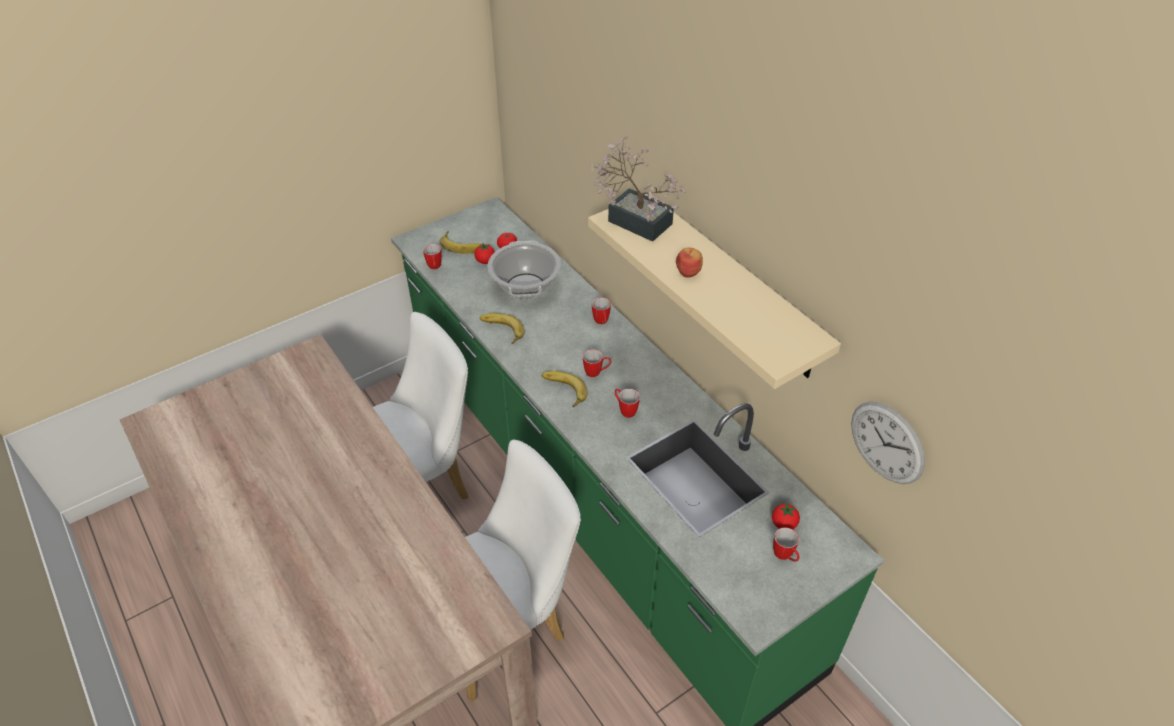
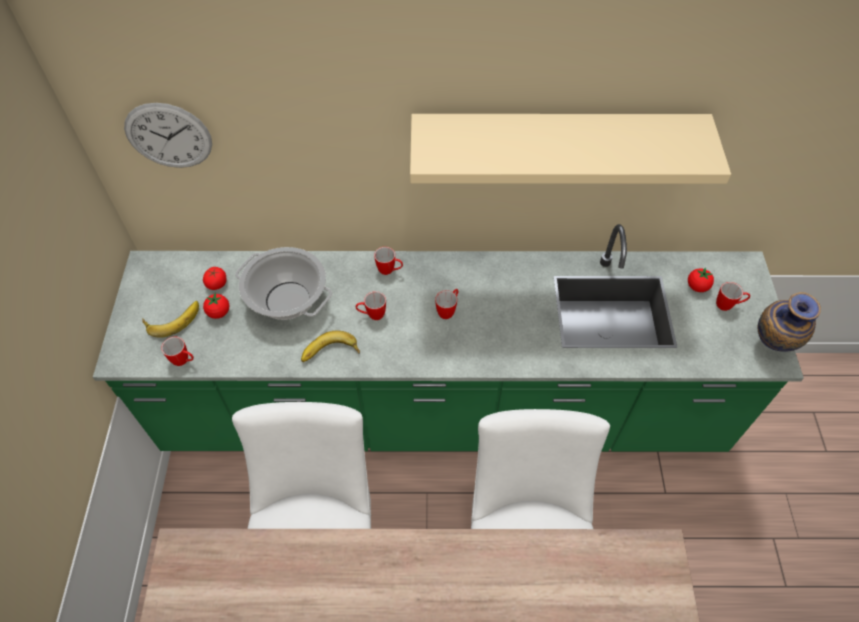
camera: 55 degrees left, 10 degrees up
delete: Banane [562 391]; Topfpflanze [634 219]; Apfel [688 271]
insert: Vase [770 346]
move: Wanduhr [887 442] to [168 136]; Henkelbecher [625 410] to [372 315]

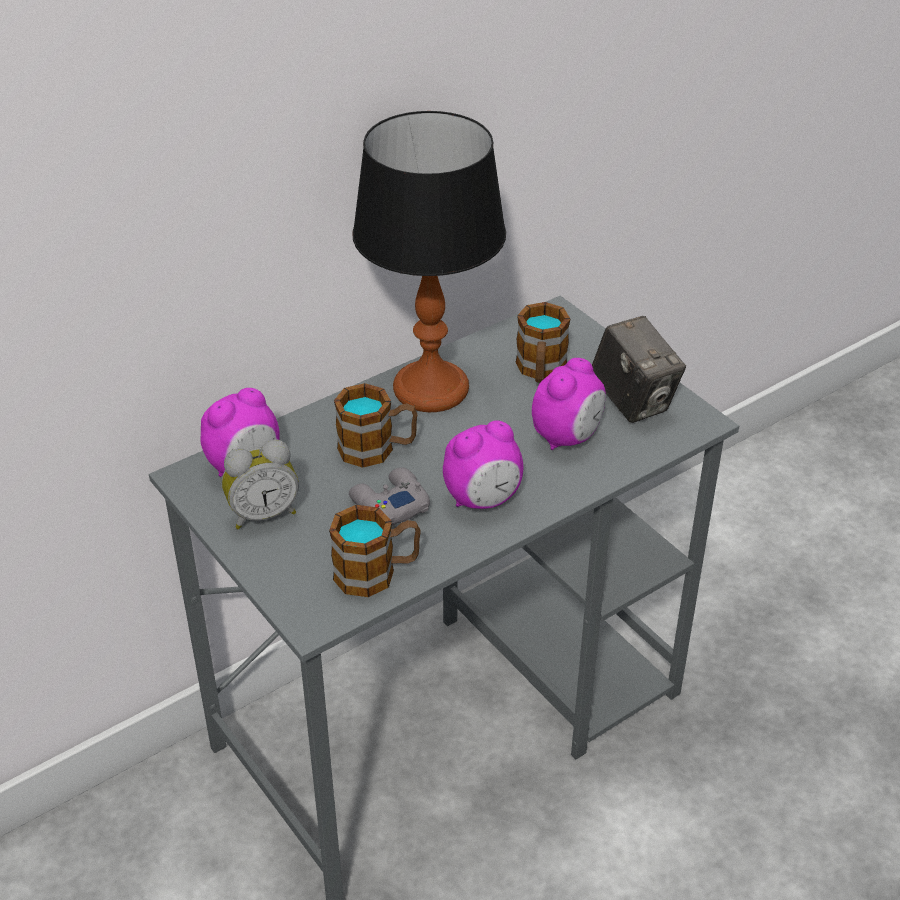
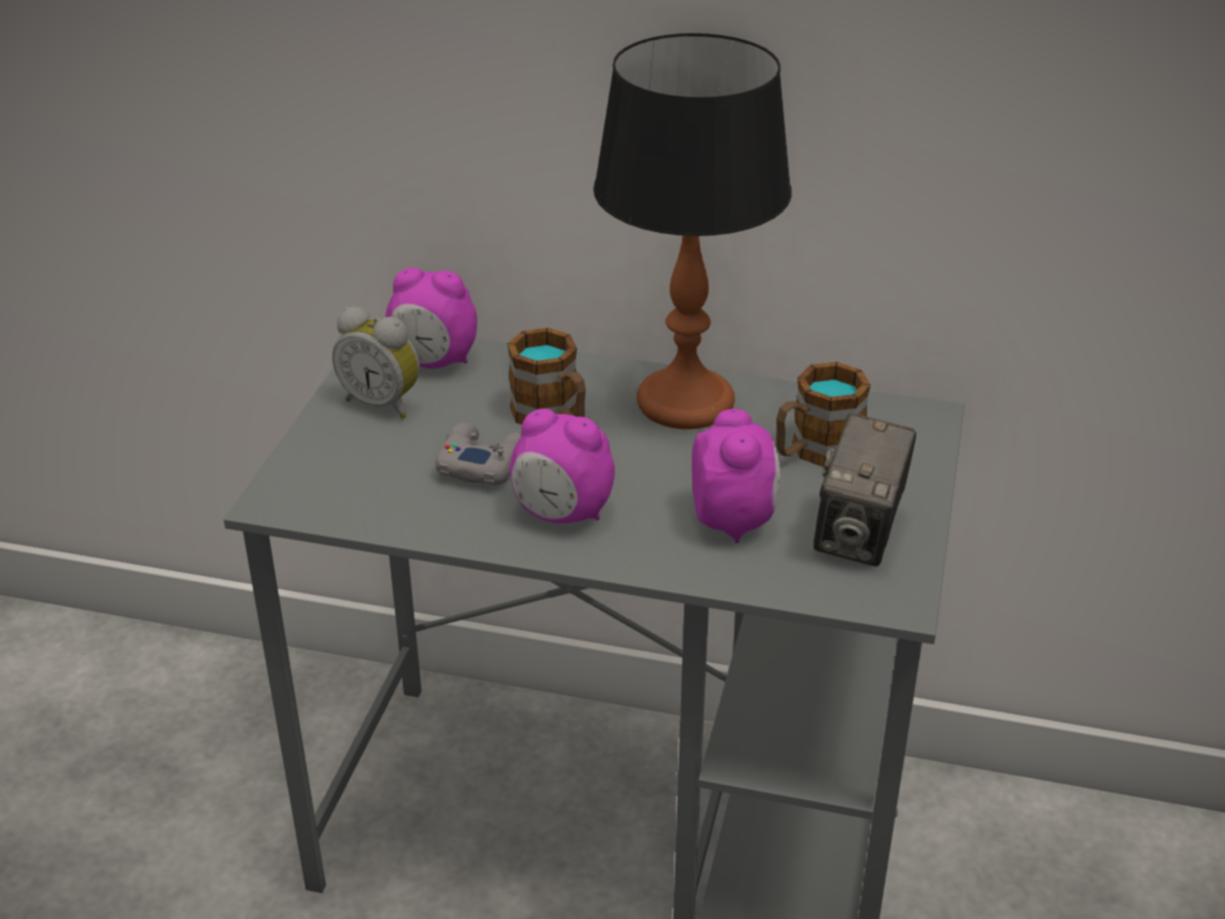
camera: 50 degrees right, 5 degrees down
delete: Henkelbecher [377 573]
rotate: Wecker [567 437] = [733 520] 90 degrees counterclockwise

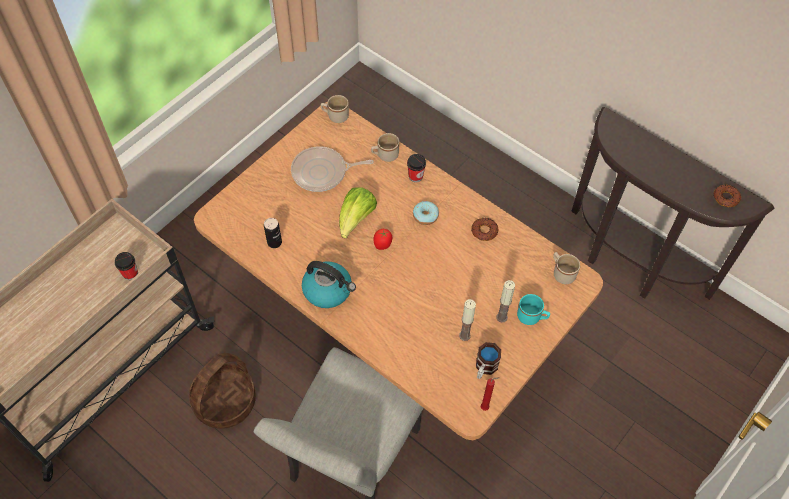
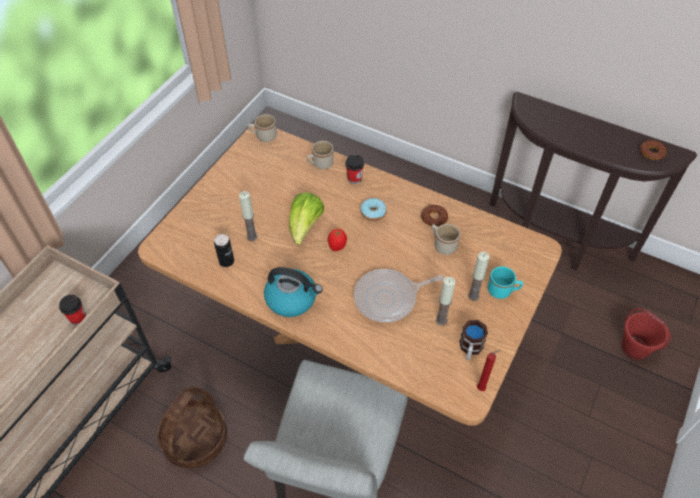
camera: 10 degrees left, 5 degrees down
insert: Kerze [252 236]; Eimer [rot] [635 347]
move: Pfanne [322 172] to [388 298]; Henkelbecher [beige] [561 273] to [442 245]

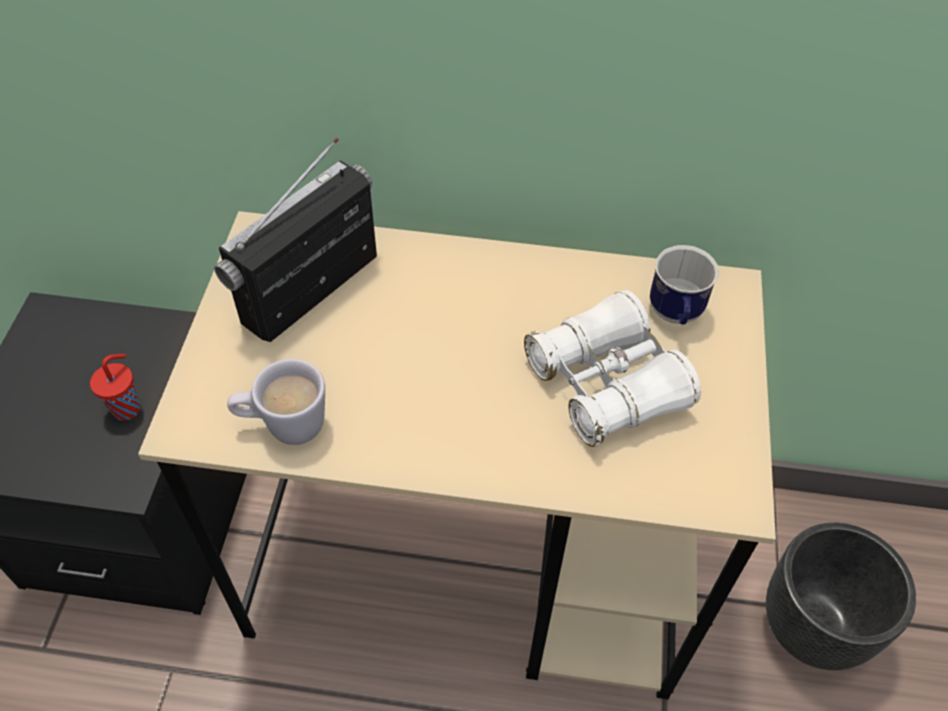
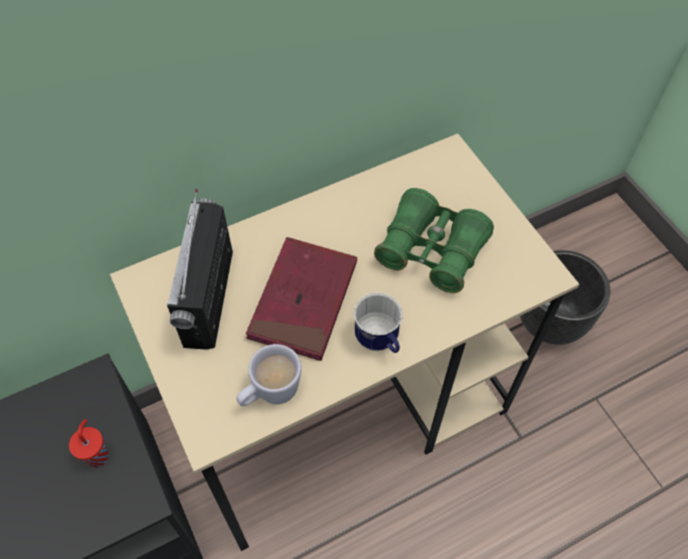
camera: 35 degrees left, 5 degrees up
insert: Buch [rot] [303 301]
move: Henkelbecher [675 316] to [379 342]
recolor: Fernglas [weiß] [606 384] to Fernglas [grün] [431 251]

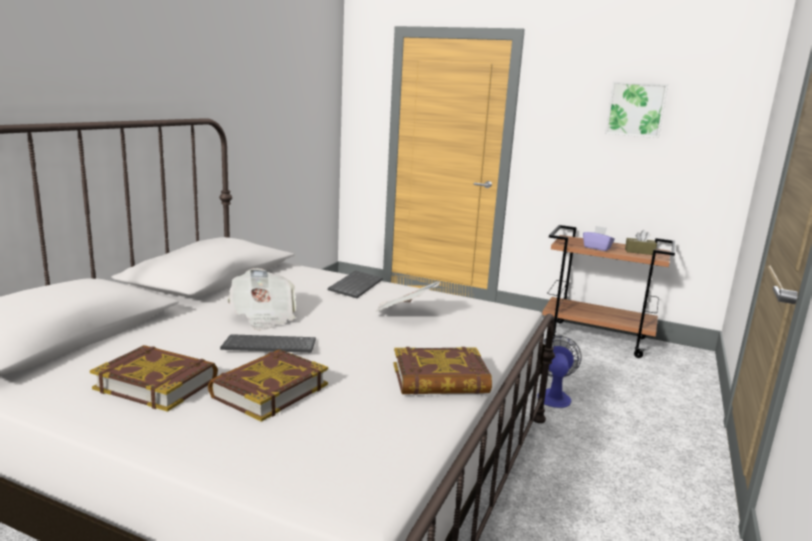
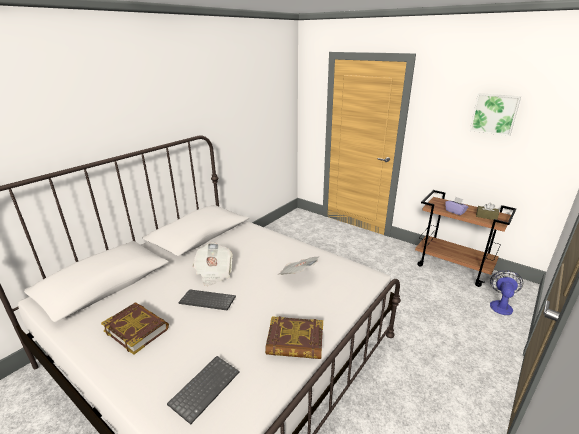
camera: 15 degrees right, 10 degrees up
delete: Buch [269 390]
move: Tastatur [355 285] to [205 387]; Ventilator [553 395] to [500 305]

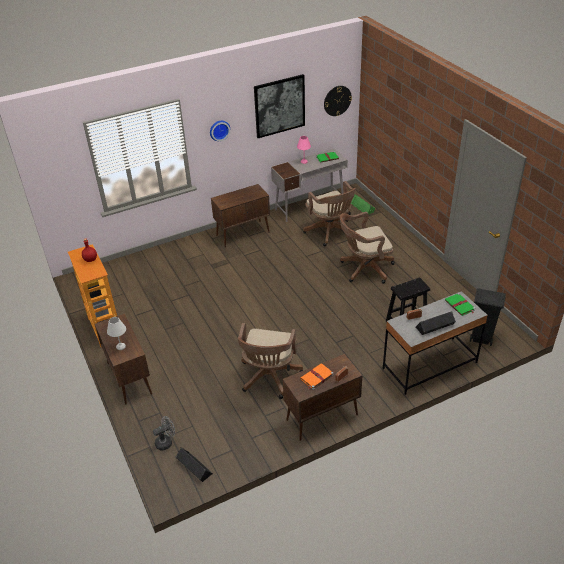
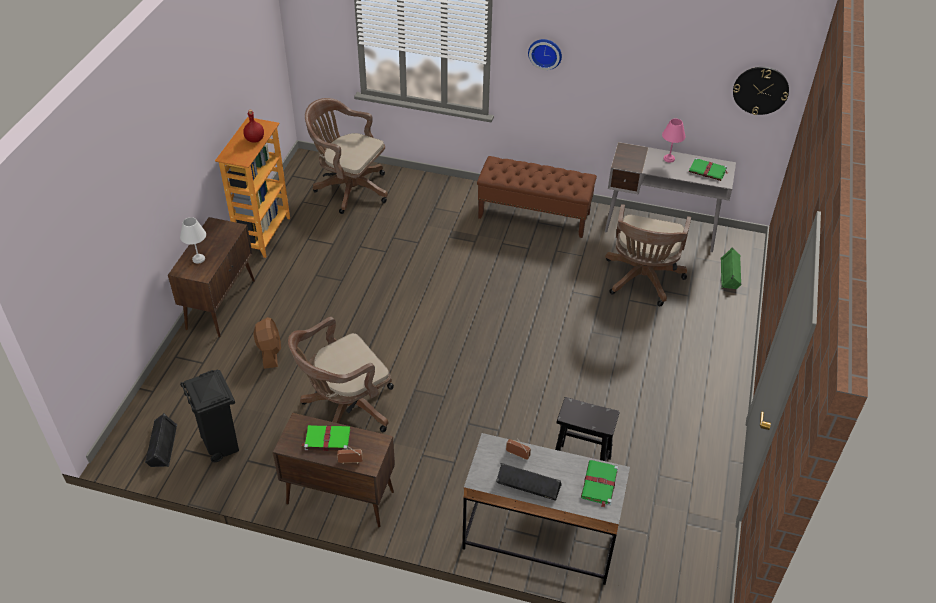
camera: 40 degrees right, 5 degrees up
delete: Ventilator [grau] [166 442]; Bild [279 106]
insert: Ventilator [braun] [270 352]
move: Mülleimer [schwarz] [480 338] to [221 445]; Bürostuhl [braun] [364 269] to [349 188]
replace: Schrank [braun] [243 233] to Bank [braun] [534 215]
recolor: Buch [orange] [316 377] to Buch [grün] [326 439]

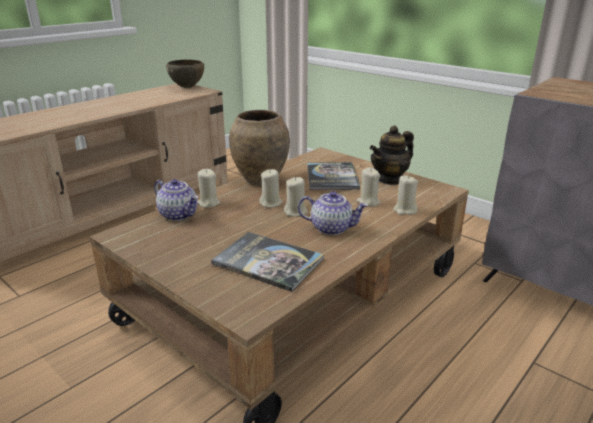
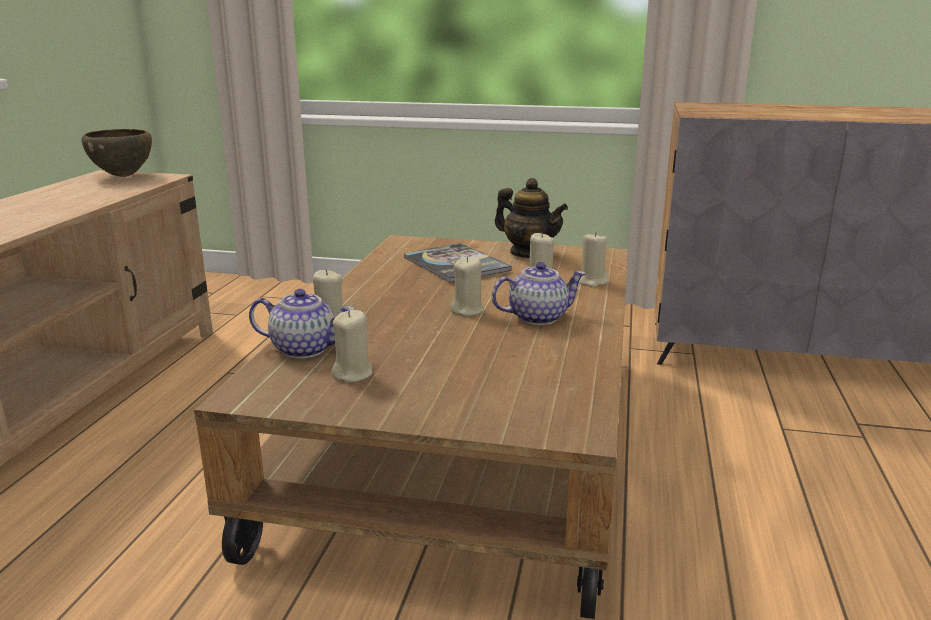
camera: 30 degrees left, 5 degrees down
delete: Buch [268 261]; Vase [braun] [260 180]
move: Kerze [beige] [271 203] to [353 374]
rotate: Teekanne [390 179] = [529 254] 75 degrees counterclockwise

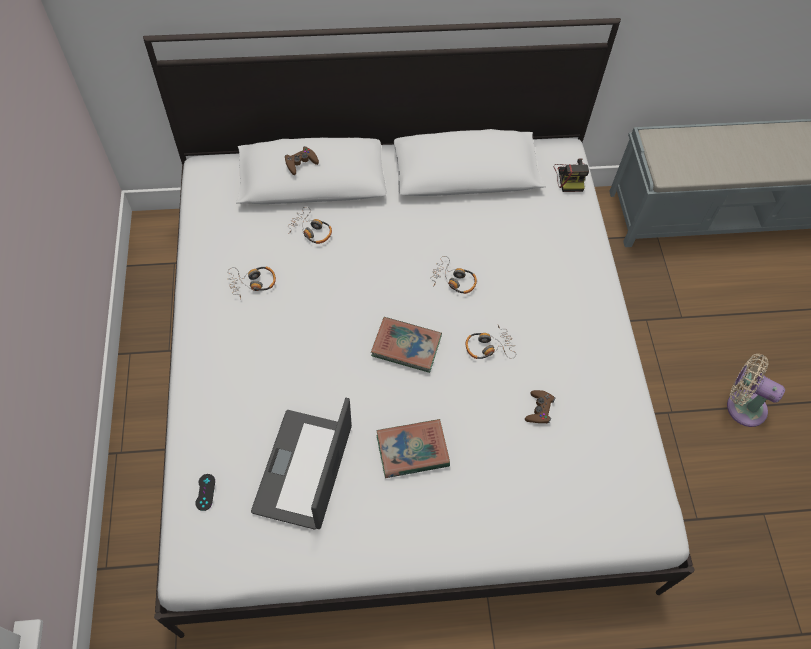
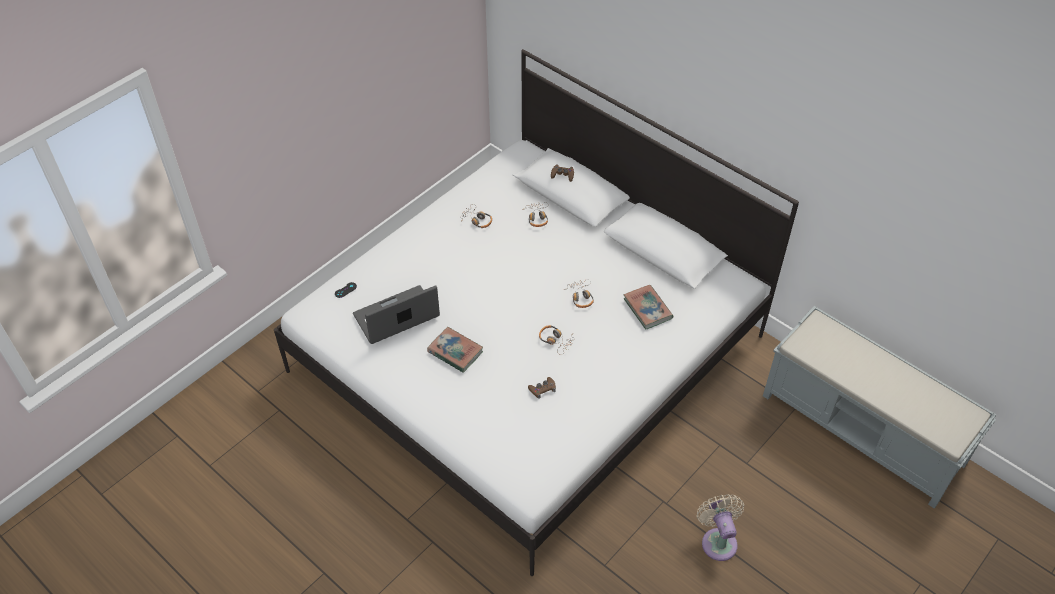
camera: 50 degrees right, 10 degrees down
delete: Kamera [570 177]
move: Buch [406 346] to [647 309]

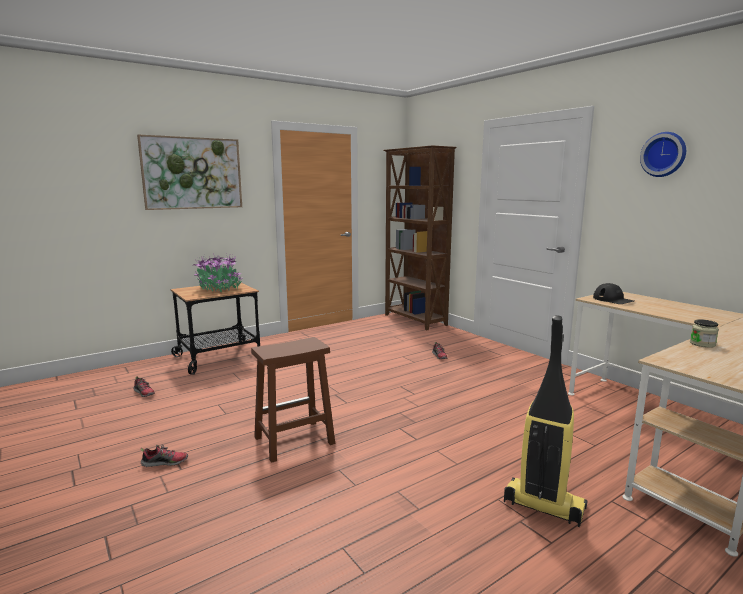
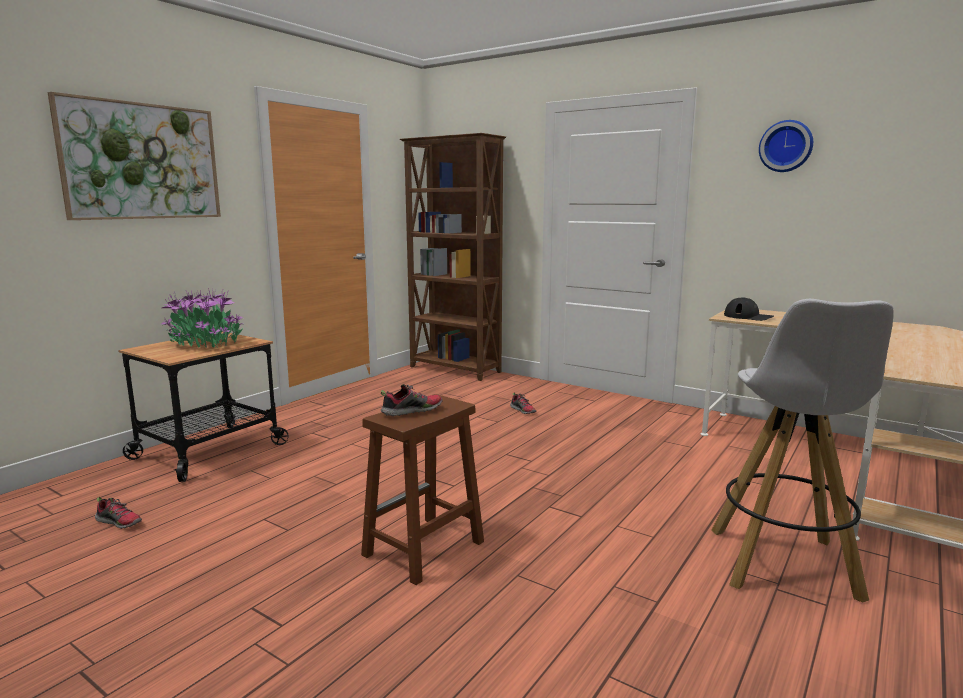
camera: 20 degrees left, 0 degrees up
delete: Vorratsglas [702 344]
move: Schuh [165 462] to [412 411]
replace: Staubsauger [542 505] to Hocker [weiß] [783 565]

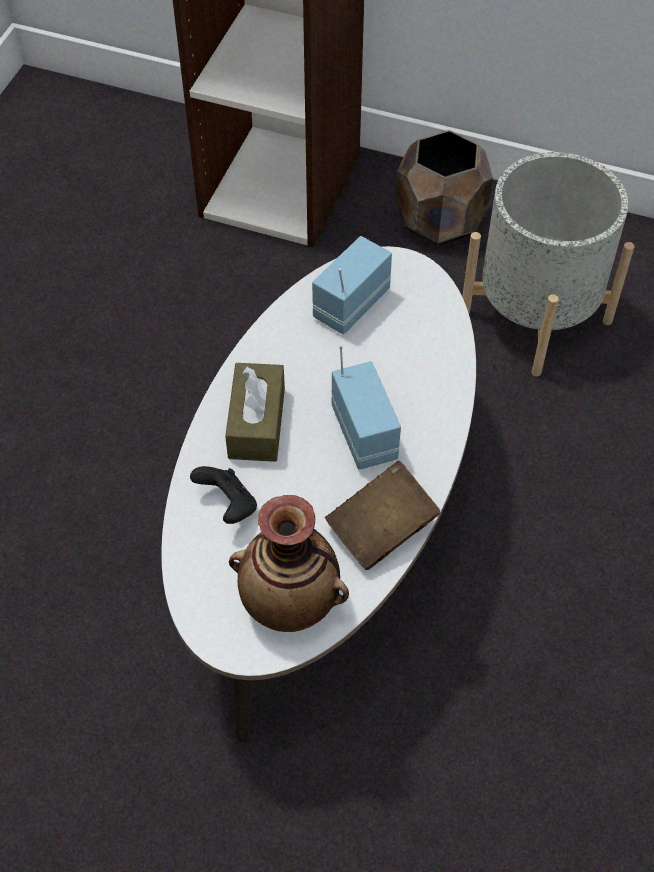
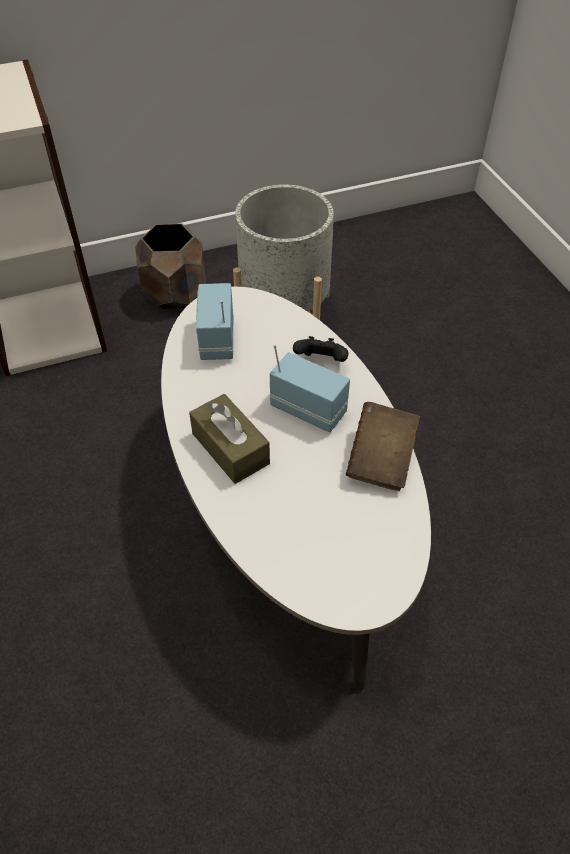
camera: 40 degrees left, 5 degrees down
delete: Vase [290 602]
move: Gamepad [schwarz] [228 505] to [321 362]

